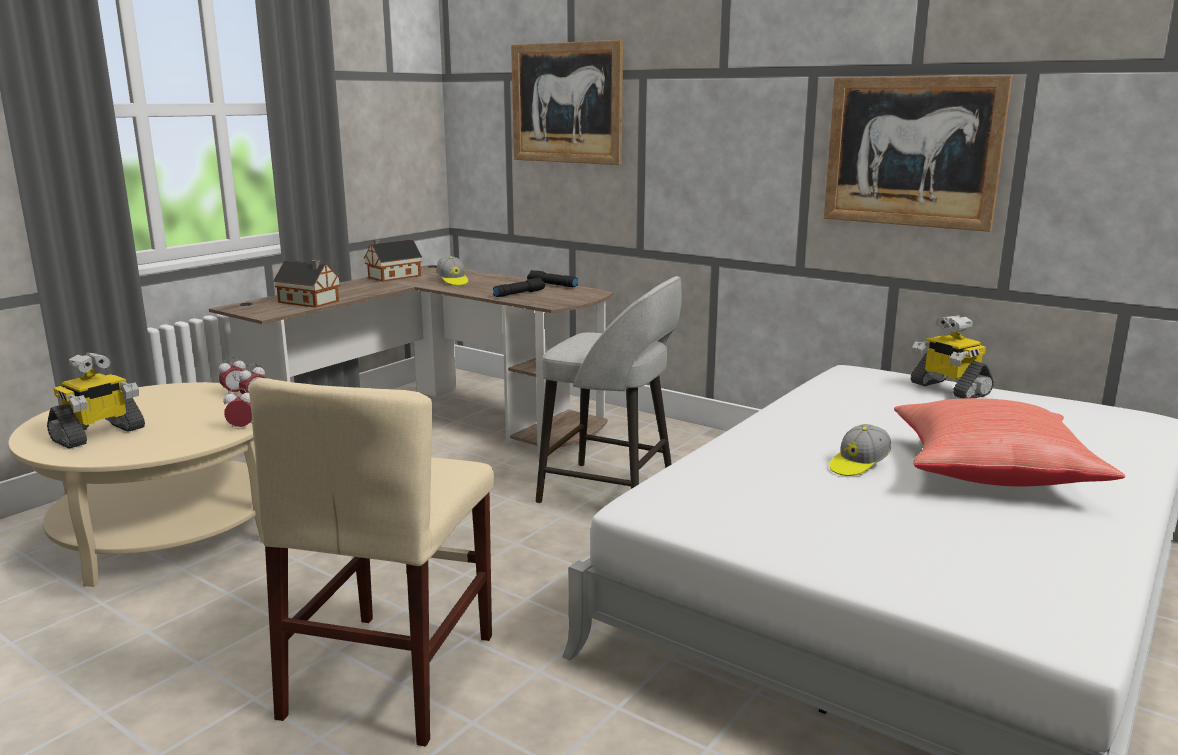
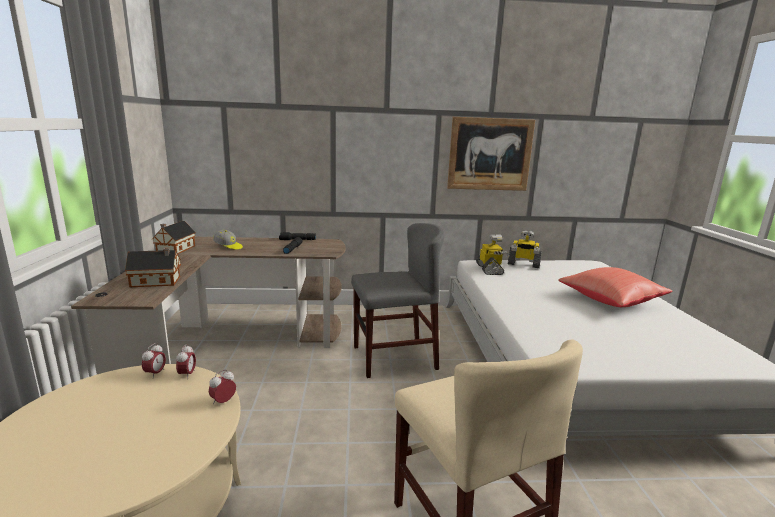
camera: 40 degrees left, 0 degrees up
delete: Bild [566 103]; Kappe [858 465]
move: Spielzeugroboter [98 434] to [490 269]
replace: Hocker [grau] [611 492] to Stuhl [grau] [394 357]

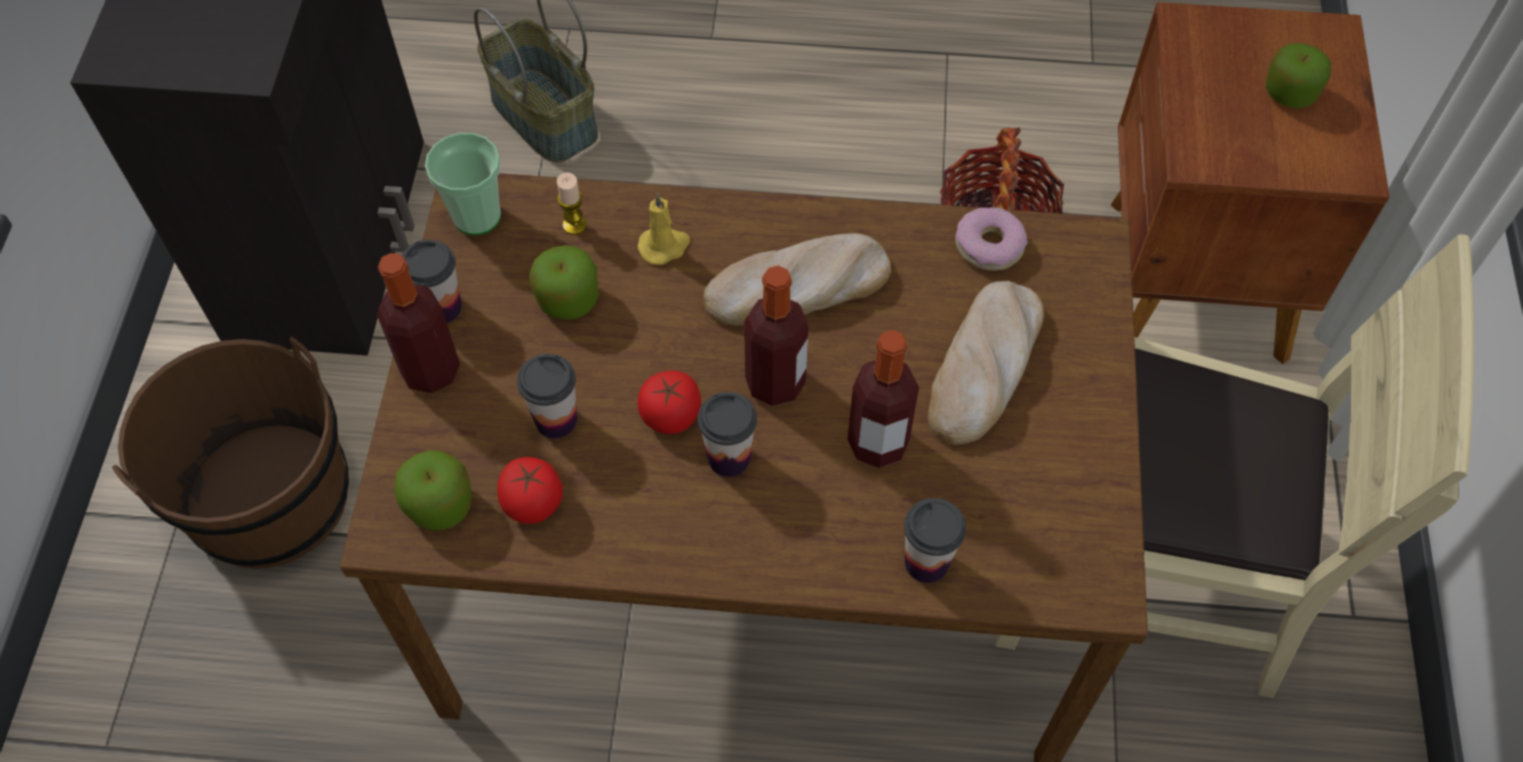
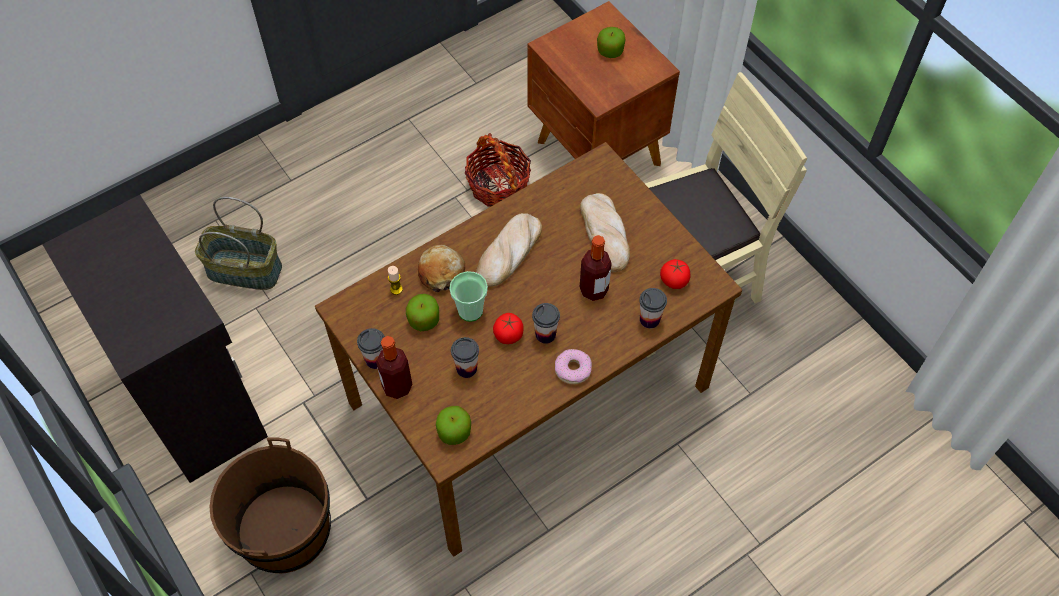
camera: 40 degrees left, 0 degrees up
delete: Flasche [775 382]
move: Tasse [477 216] to [470 310]; Donut [989 246] to [573 369]; Tomate [533 502] to [674 280]
replace: Kerze [gelb] [665 246] to Brot [441 272]

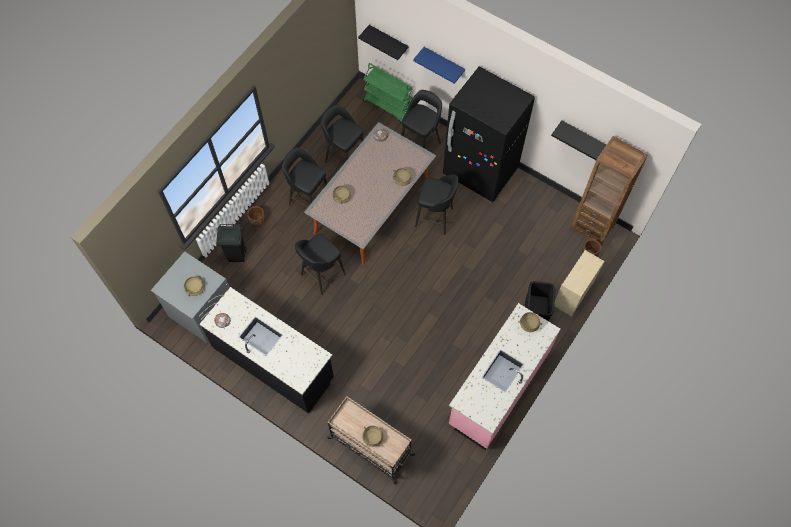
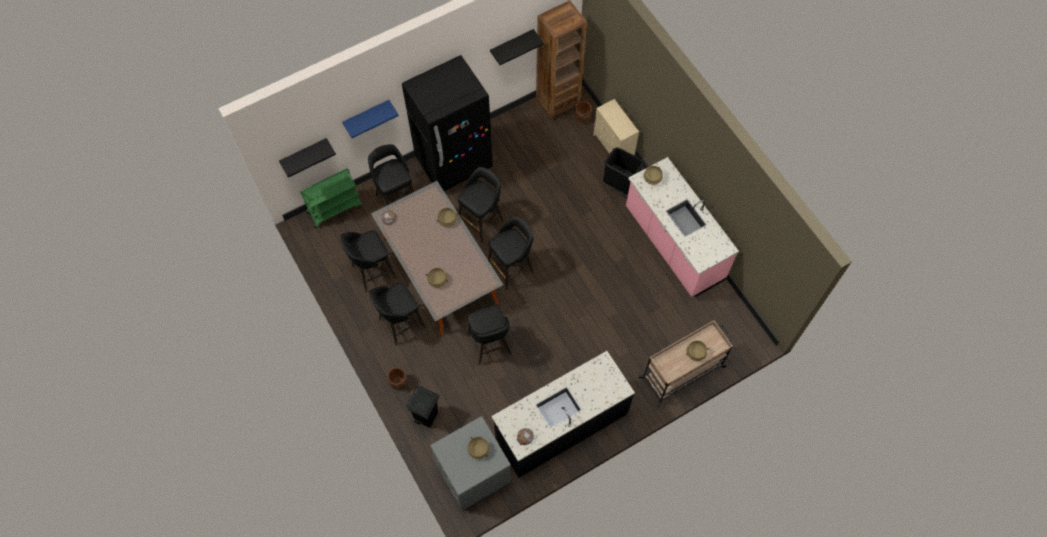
camera: 65 degrees left, 0 degrees up
insert: Hocker [schwarz] [511 268]

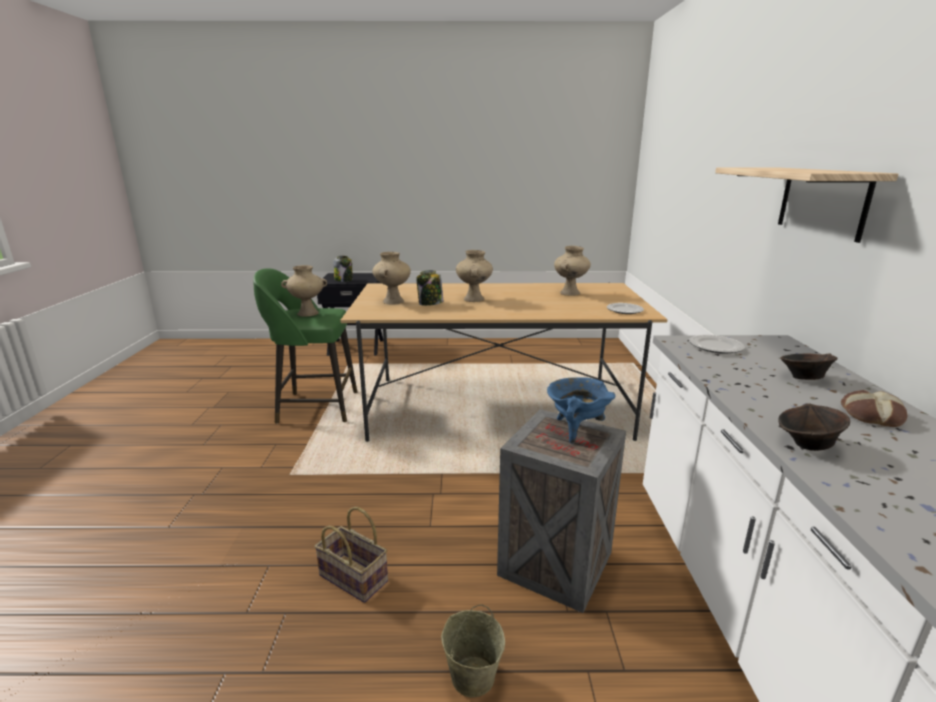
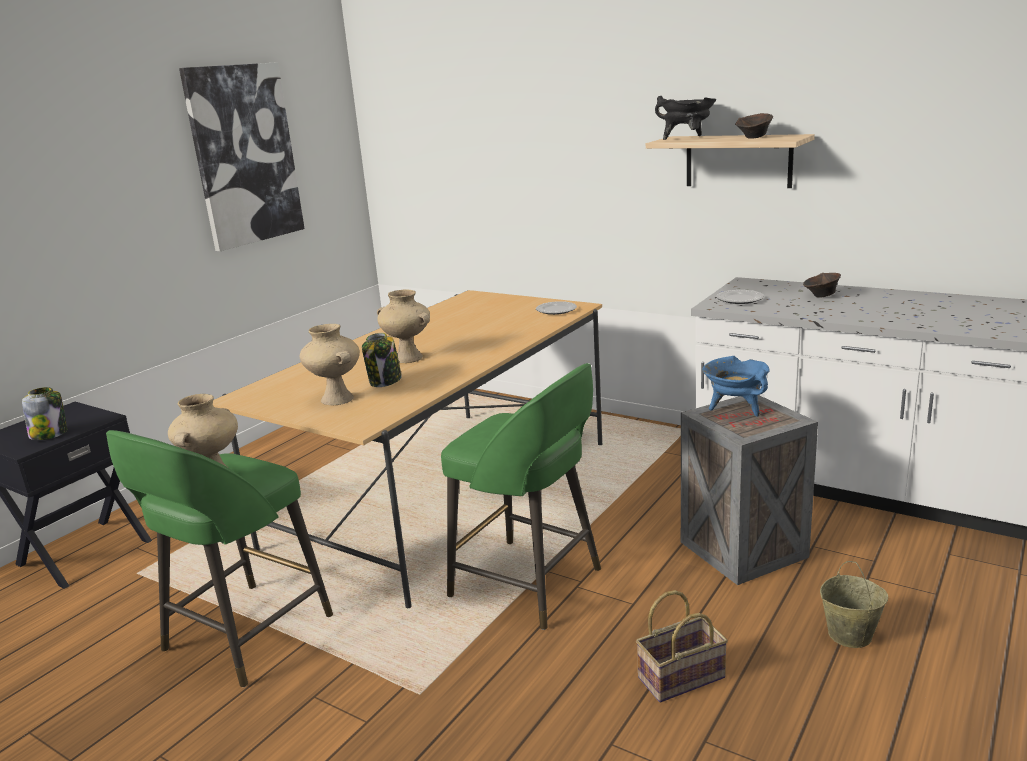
camera: 55 degrees left, 0 degrees up
delete: Vase [beige] [570 293]; Brot [870 415]
insert: Bild [244 155]; Hocker [grün] [529 584]; Kochtopf [schwarz] [687 138]
move: Schüssel [braun] [807 445] to [754 137]

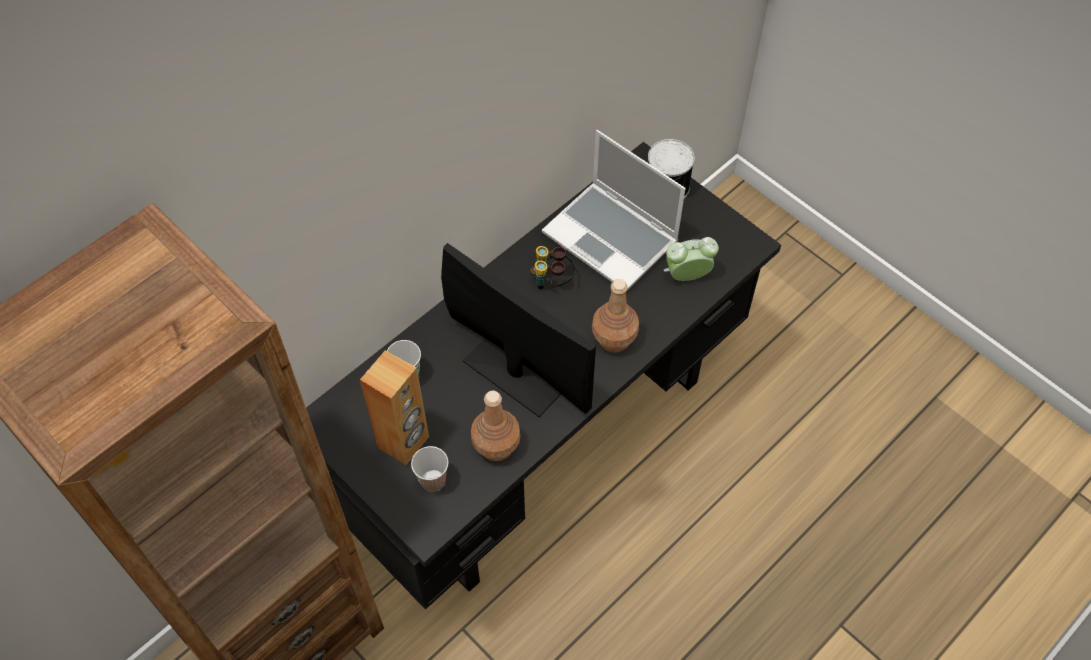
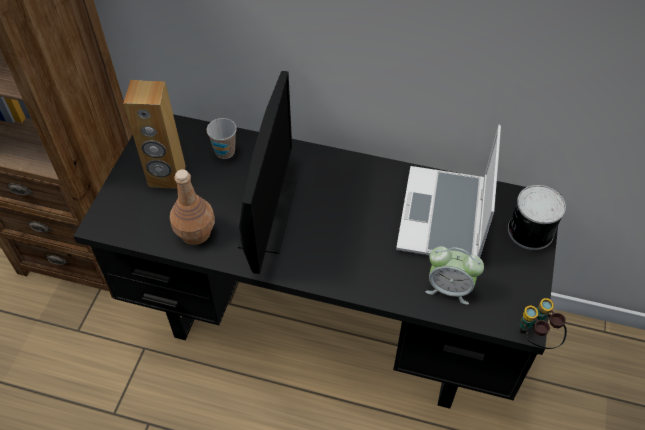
camera: 60 degrees right, 5 degrees down
delete: Tasse [433 481]; Flasche [braun] [614 338]
move: Fernglas [552 281] to [536 338]
rotate: Wecker [687 275] = [449 288] 150 degrees clockwise

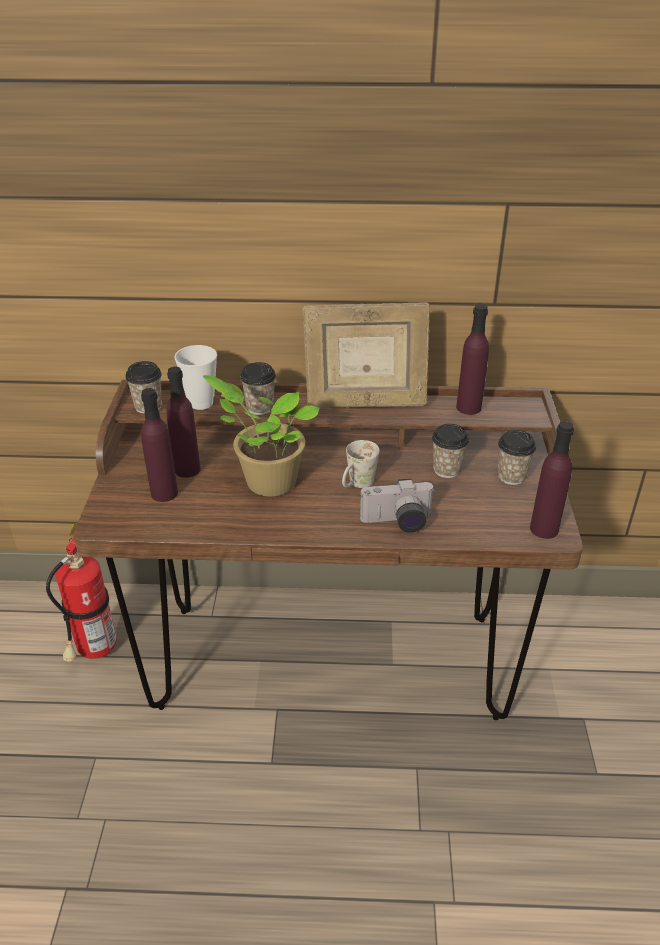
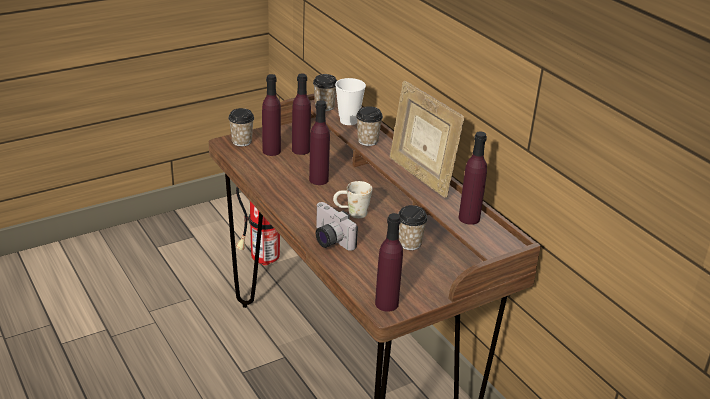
camera: 55 degrees right, 5 degrees down
move: Tasse [511 476] to [242 141]
replace: Topfpflanze [267 481] to Flasche [lila] [318 180]

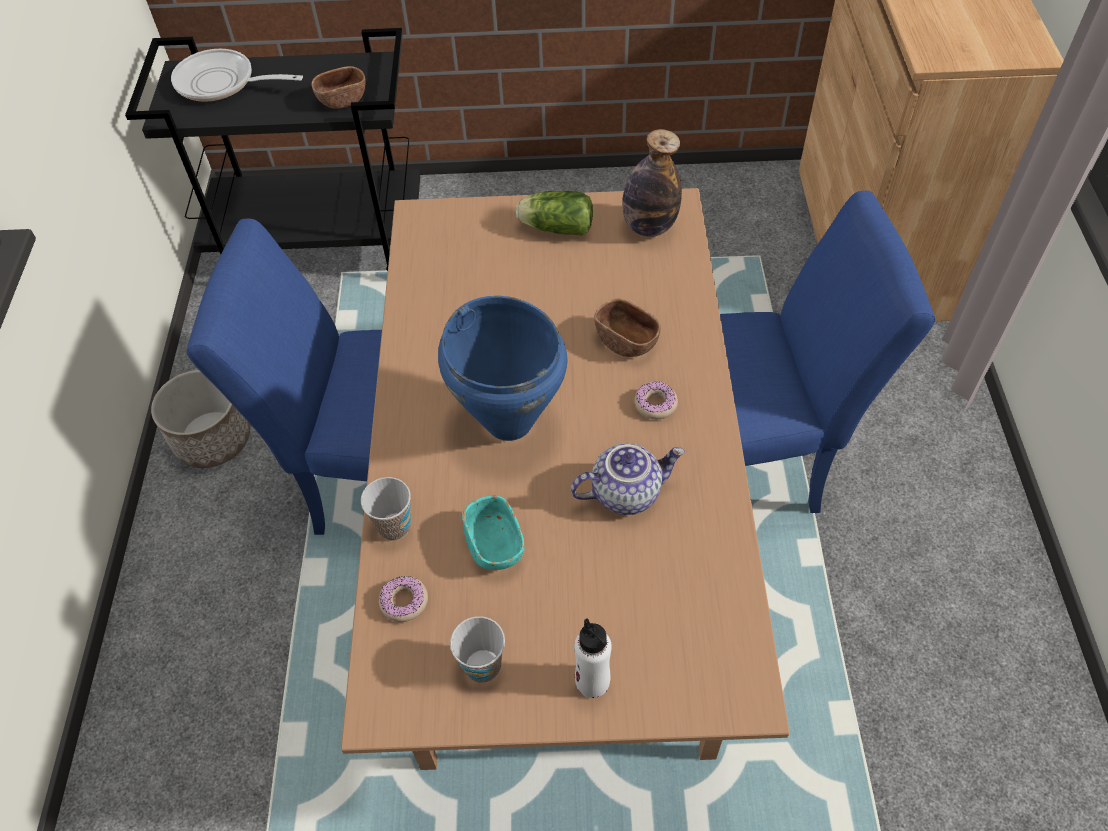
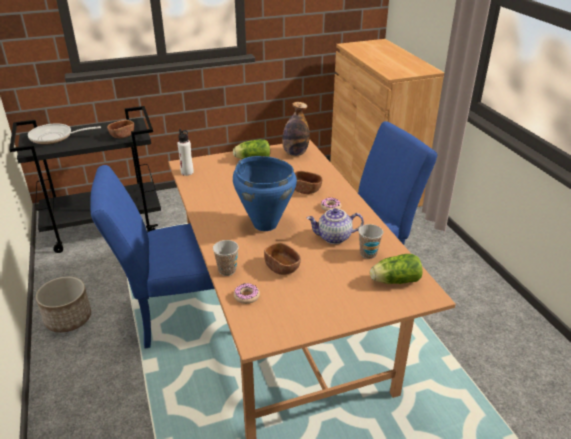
camera: 20 degrees left, 20 degrees down
insert: Salatkopf [393 281]
move: Flasche [weiß] [592 681] to [187 172]; Tasse [482 666] to [368 254]
recolor: Schüssel [türkis] [495 546] to Schüssel [braun] [282 267]
rotate: Teekanne [626 491] = [334 238] 150 degrees counterclockwise

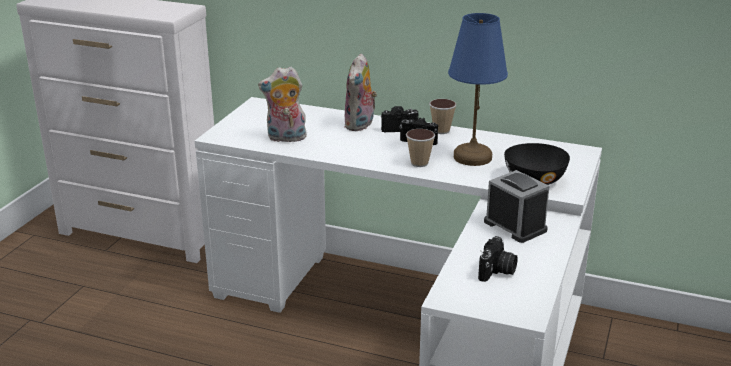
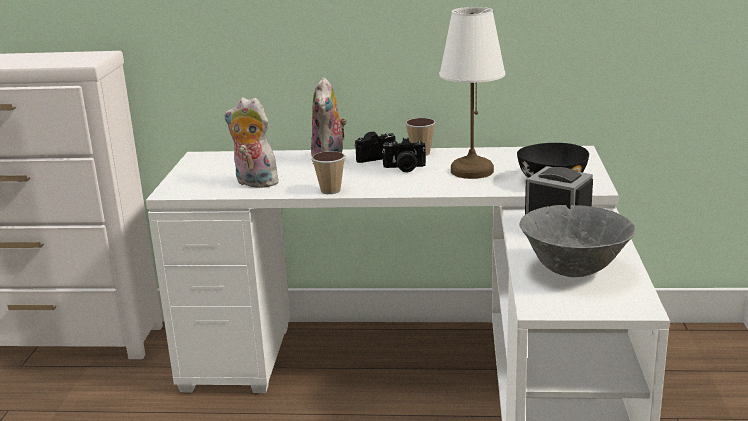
camera: 15 degrees left, 5 degrees down
move: Tasse [419 163] to [330 190]
replace: Kamera [497 271] to Schüssel [grau] [573 272]
recolor: Tischlampe [blau] [471 157] to Tischlampe [weiß] [471 171]
rotate: Plüschtier [285 138] = [254 183] 45 degrees clockwise

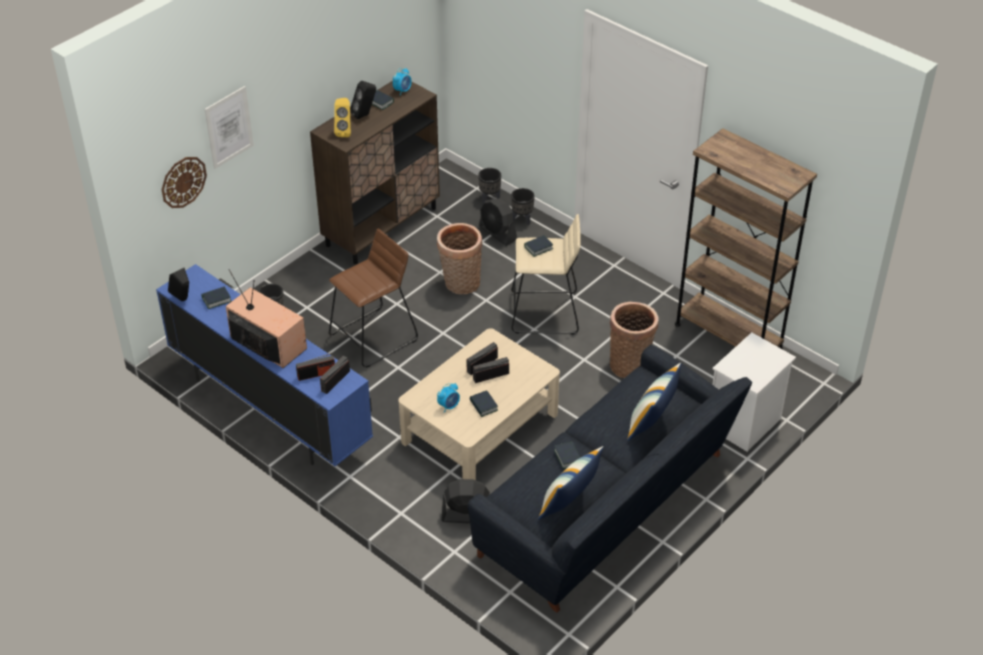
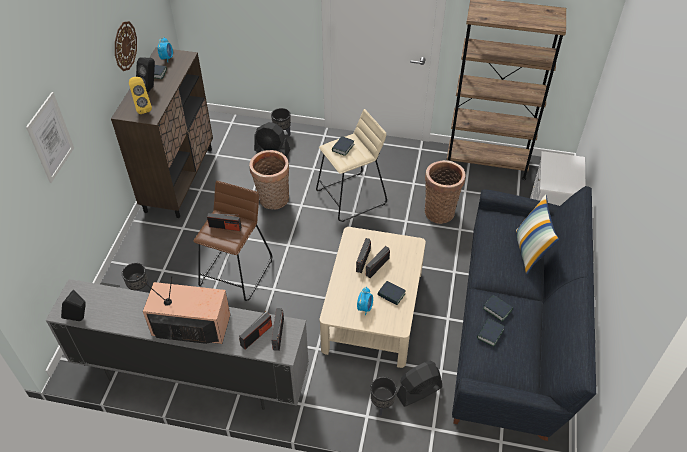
camera: 30 degrees left, 5 degrees up
delete: Kissen [569 504]
insert: Radio [225 227]
move: Wanduhr [183 182] to [125 46]; Pflanzkübel [schwarz] [489 198] to [382 404]; Buch [216 300] to [490 334]
recolor: Fernsehschrank [blau] [269 409] to Fernsehschrank [grau] [191 376]

